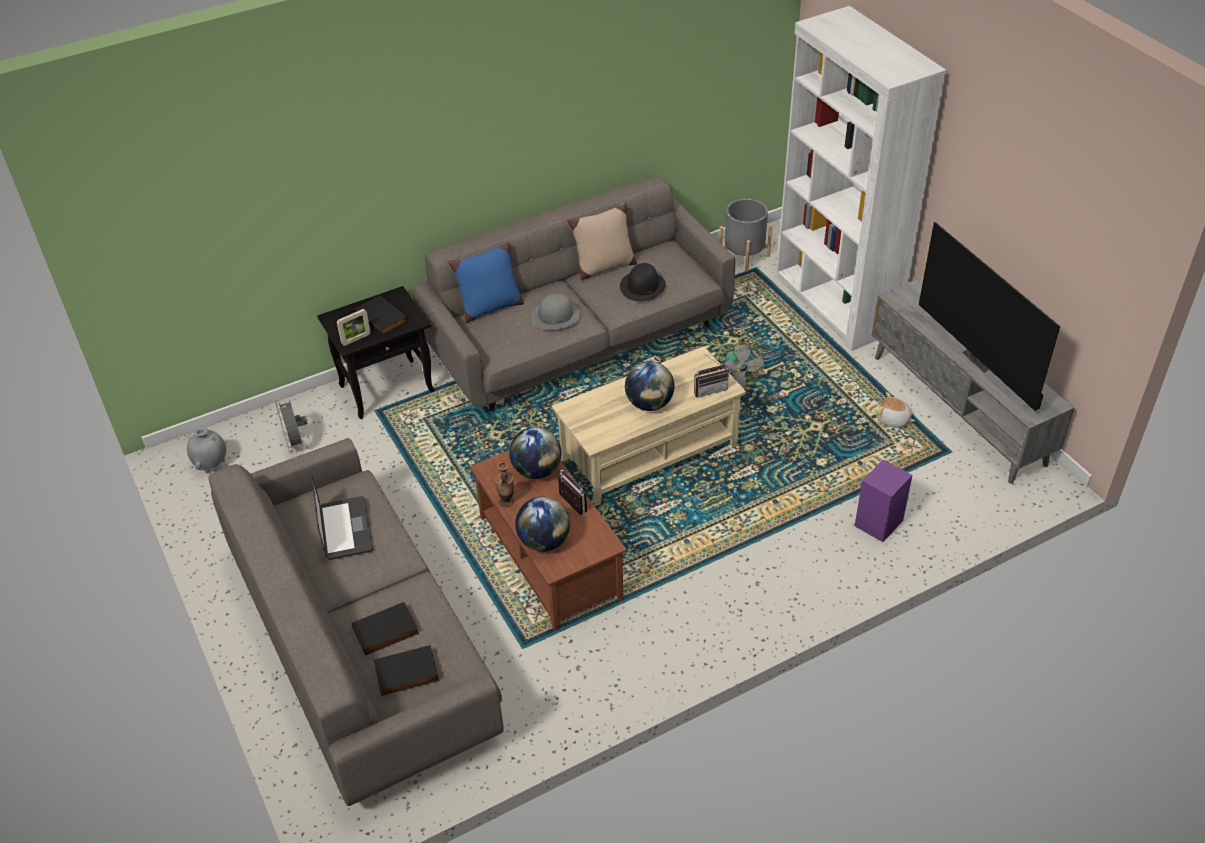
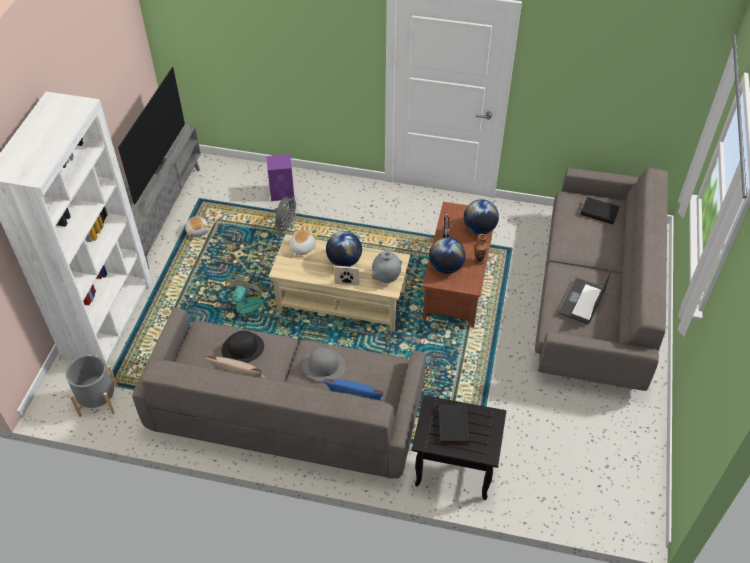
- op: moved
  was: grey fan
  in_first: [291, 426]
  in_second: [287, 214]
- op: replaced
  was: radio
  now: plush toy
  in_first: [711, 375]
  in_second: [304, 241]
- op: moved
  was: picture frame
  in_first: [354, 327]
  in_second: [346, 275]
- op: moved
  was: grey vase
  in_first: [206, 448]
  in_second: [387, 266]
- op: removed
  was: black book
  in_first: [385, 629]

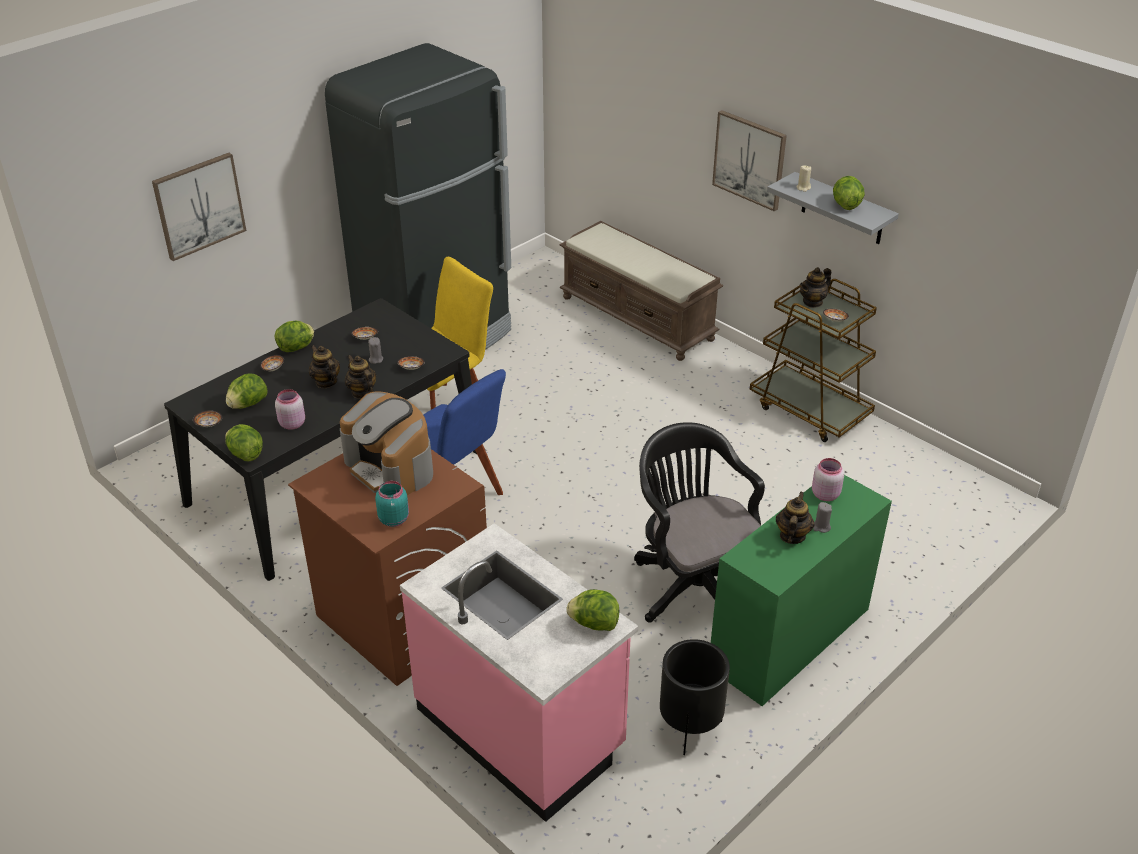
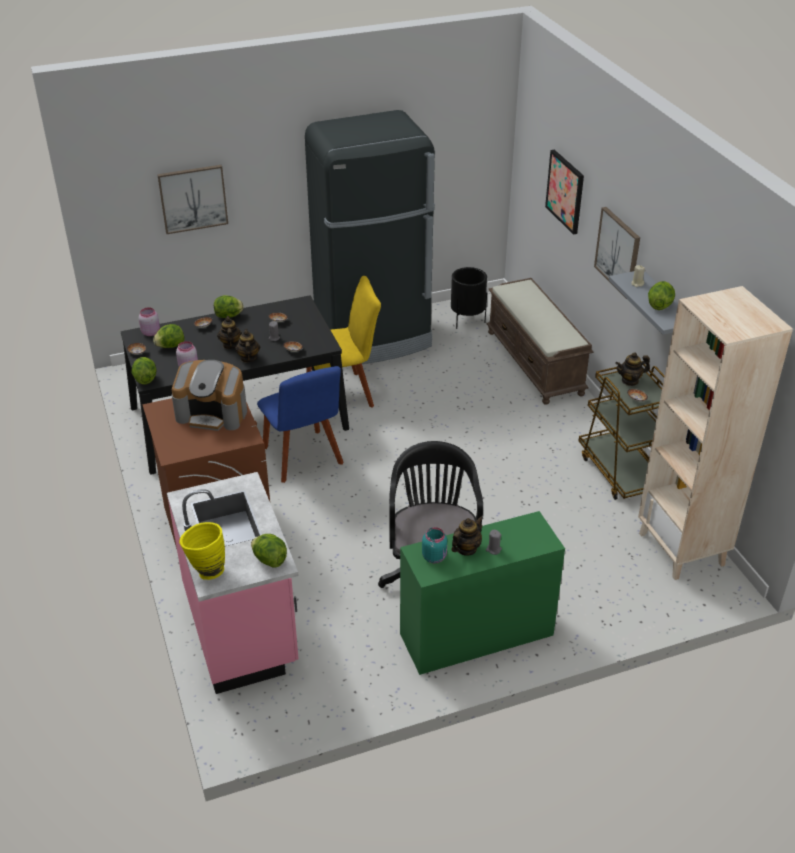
- op: moved
  was: pink jar
  in_first: [828, 479]
  in_second: [149, 321]
- op: turned
  was: coffee machine
  in_first: [386, 443]
  in_second: [209, 395]
  clockwise: -60
- op: added
  now: yellow vase
  in_second: [202, 551]
- op: moved
  was: turquoise jar
  in_first: [392, 504]
  in_second: [434, 545]
- op: moved
  was: black planter
  in_first: [695, 697]
  in_second: [469, 298]
- op: added
  now: picture
  in_second: [564, 192]
- op: added
  now: beige bookcase
  in_second: [715, 433]

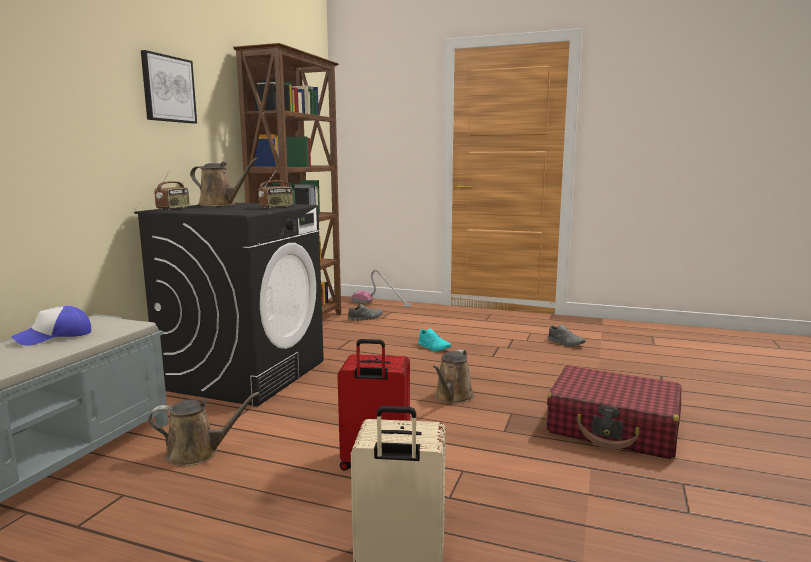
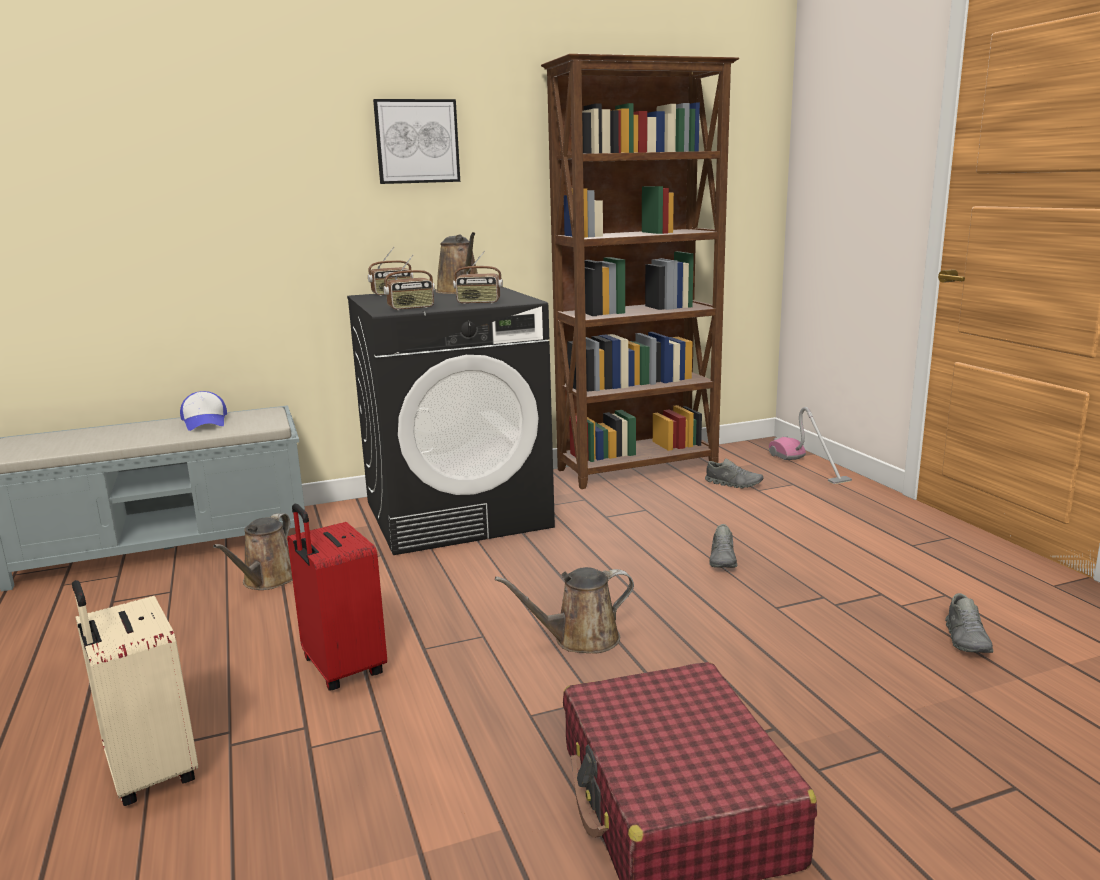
- op: turned
  was: cap
  in_first: [51, 326]
  in_second: [203, 411]
  clockwise: -120
- op: turned
  was: brown watering can
  in_first: [204, 429]
  in_second: [253, 552]
  clockwise: 60
- op: added
  now: radio
  in_second: [409, 282]
- op: recoloured
  was: turquoise shoe
  now: grey shoe
  in_first: [434, 339]
  in_second: [723, 546]

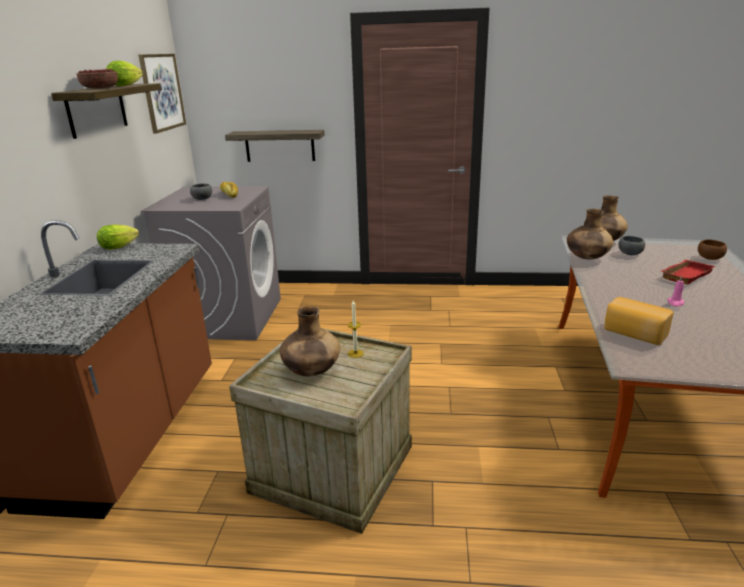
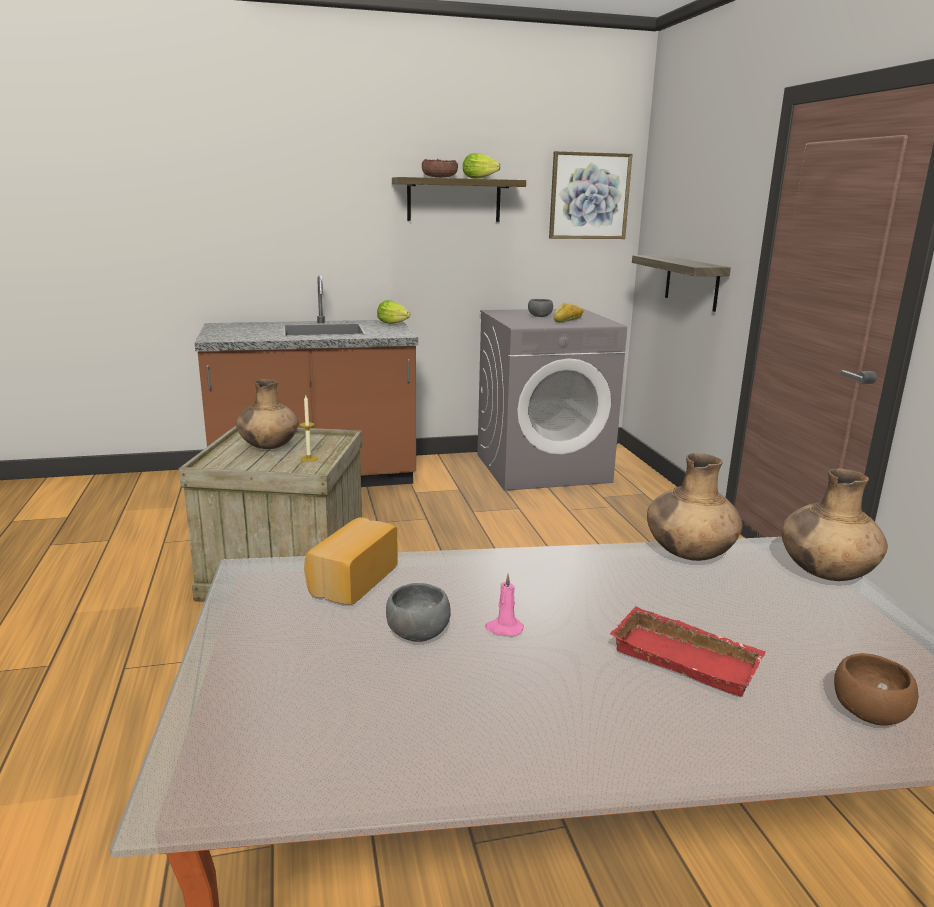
- op: moved
  was: grey bowl
  in_first: [631, 245]
  in_second: [418, 612]

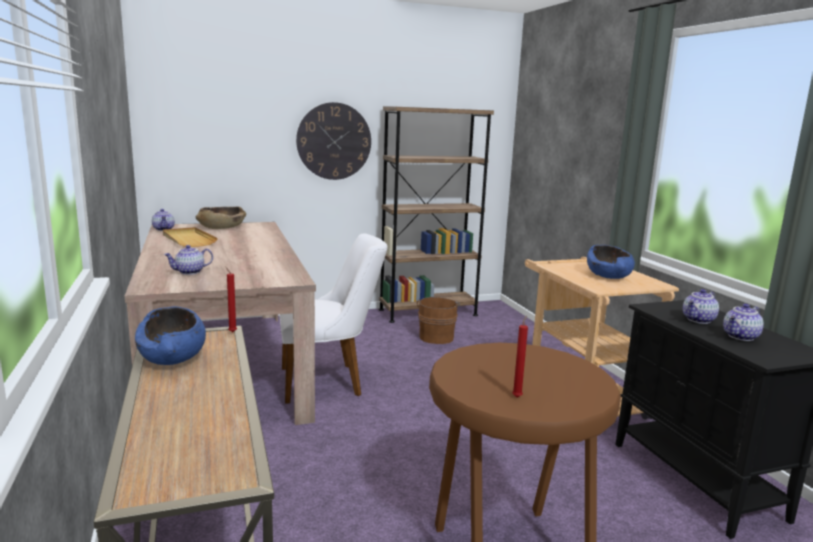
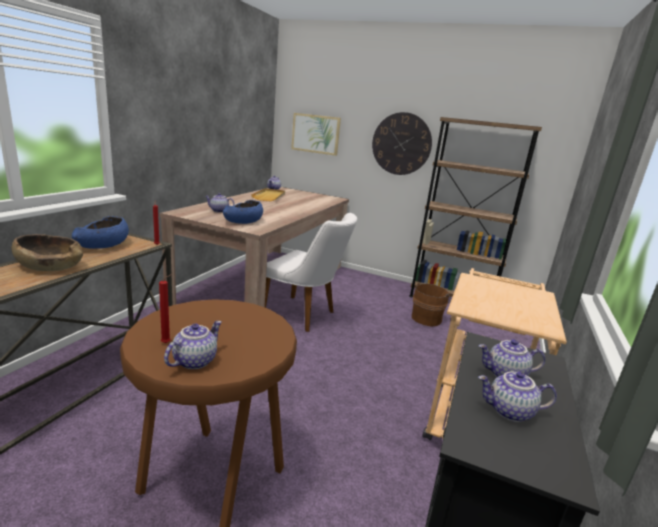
- op: moved
  was: brown bowl
  in_first: [221, 218]
  in_second: [47, 252]
- op: added
  now: teapot
  in_second: [193, 345]
- op: moved
  was: blue bowl
  in_first: [611, 262]
  in_second: [243, 212]
- op: added
  now: picture
  in_second: [316, 134]

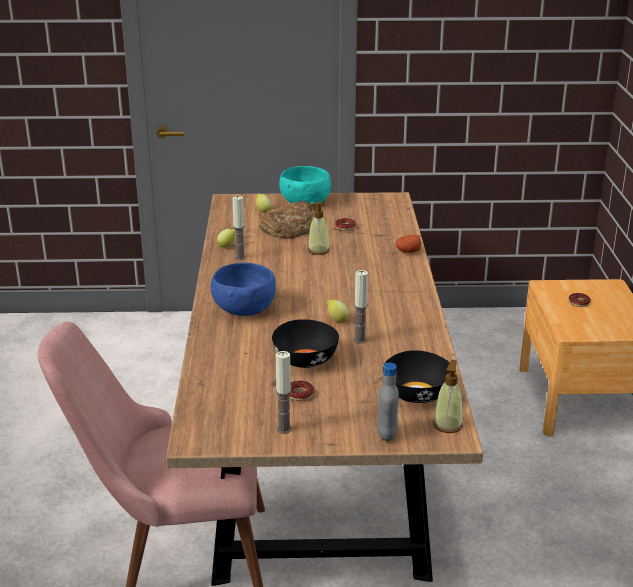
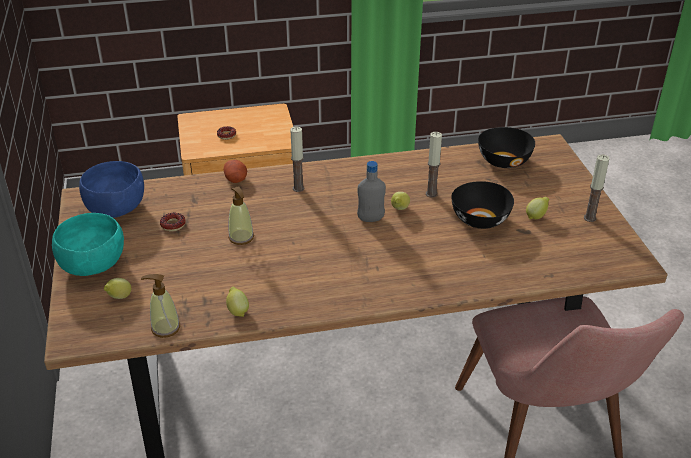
- op: moved
  was: blue bowl
  in_first: [243, 289]
  in_second: [111, 189]
- op: moved
  was: soap dispenser
  in_first: [448, 396]
  in_second: [160, 306]
- op: moved
  was: candle
  in_first: [239, 228]
  in_second: [297, 159]
- op: moved
  was: grey bottle
  in_first: [388, 402]
  in_second: [371, 191]
- op: replaced
  was: donut
  now: lemon
  in_first: [301, 391]
  in_second: [537, 208]
- op: removed
  was: bread
  in_first: [287, 220]

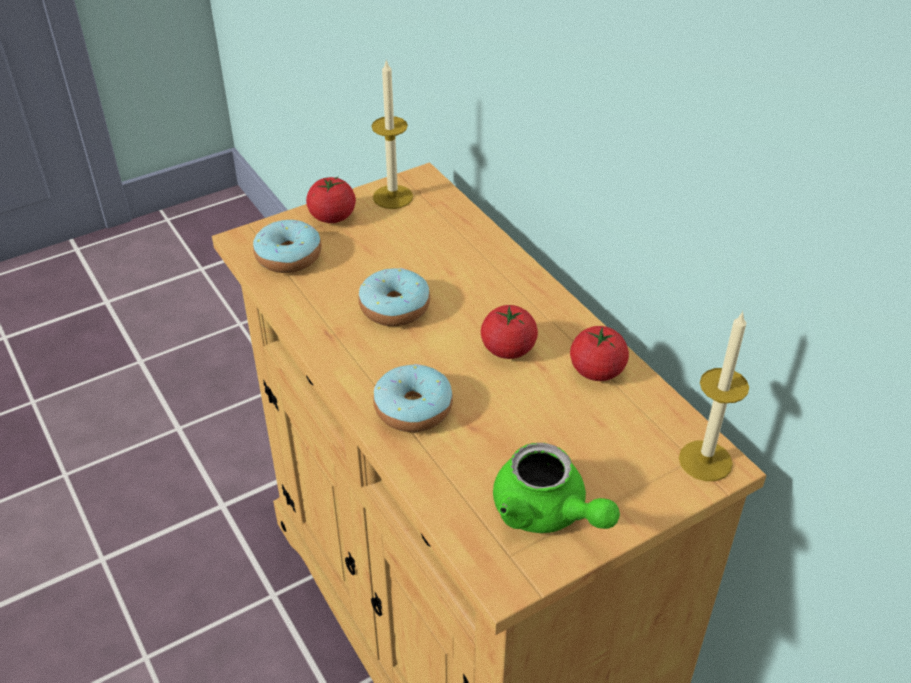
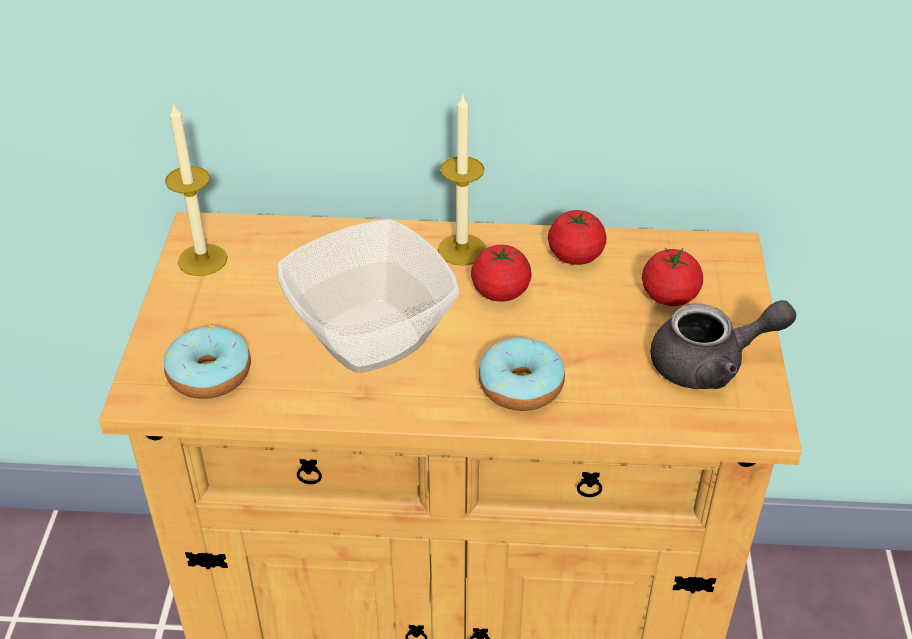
- op: replaced
  was: donut
  now: bowl
  in_first: [394, 297]
  in_second: [368, 296]
- op: moved
  was: candle
  in_first: [714, 396]
  in_second: [462, 179]
- op: moved
  was: tomato
  in_first: [331, 199]
  in_second: [672, 276]
- op: recoloured
  was: green teapot
  now: grey teapot
  in_first: [556, 488]
  in_second: [723, 344]

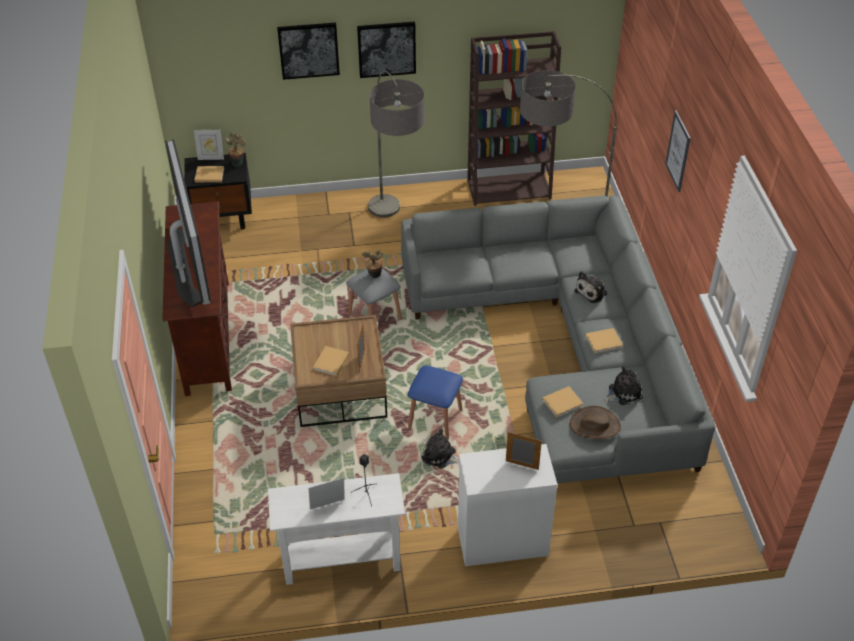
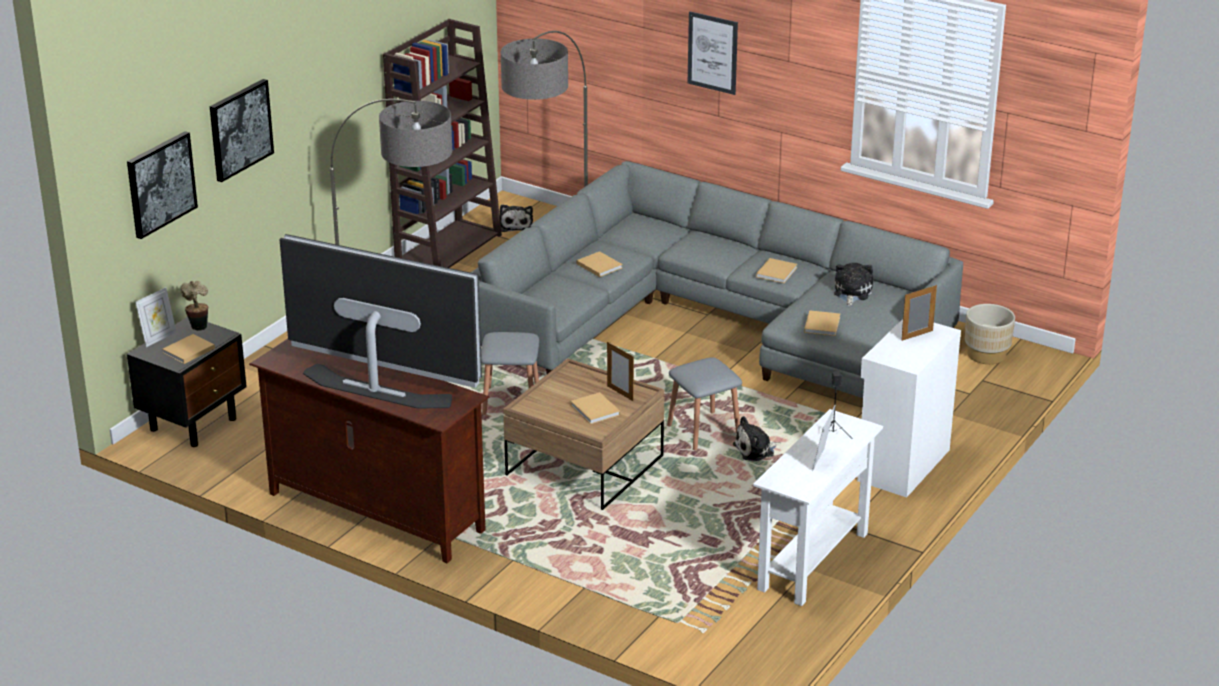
- op: moved
  was: picture
  in_first: [386, 50]
  in_second: [162, 185]
- op: moved
  was: plush toy
  in_first: [590, 287]
  in_second: [516, 218]
- op: added
  now: beige book
  in_second: [600, 264]
- op: recoloured
  was: blue stool
  now: grey stool
  in_first: [435, 403]
  in_second: [704, 404]
- op: added
  now: beige planter
  in_second: [990, 334]
- op: removed
  was: potted plant
  in_first: [372, 264]
- op: removed
  was: brown hat
  in_first: [595, 422]

